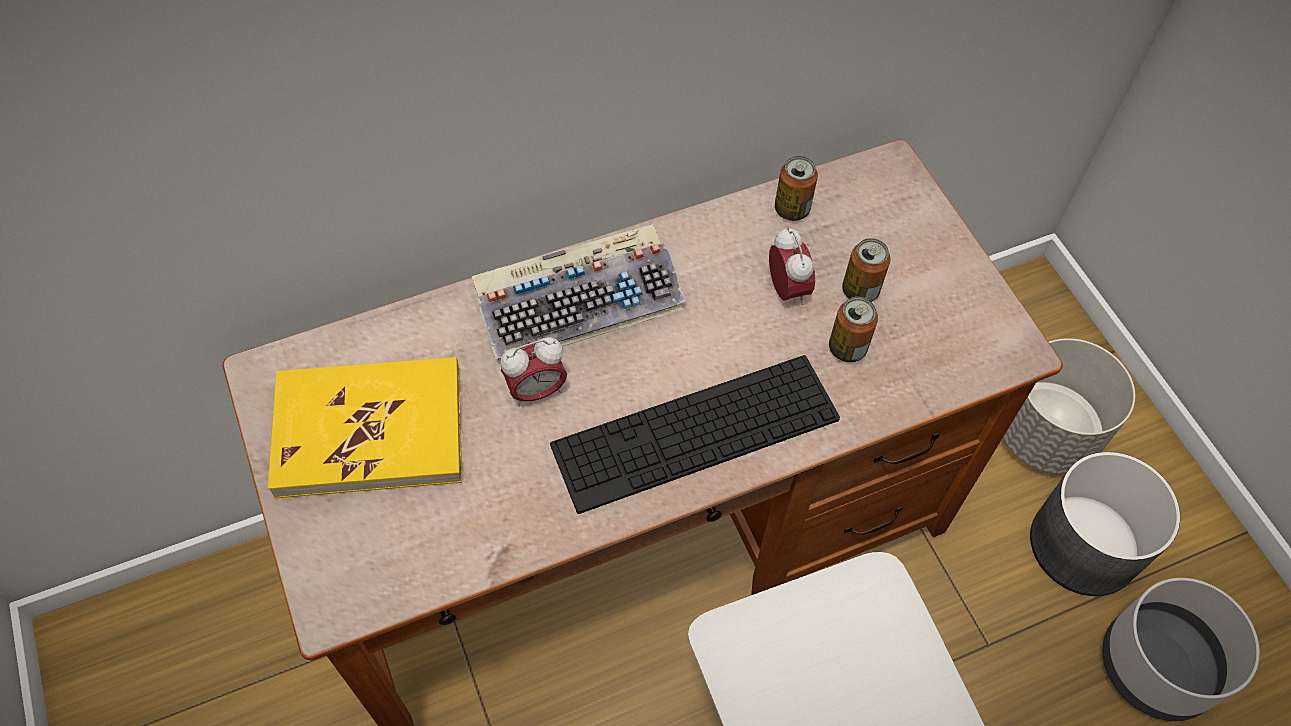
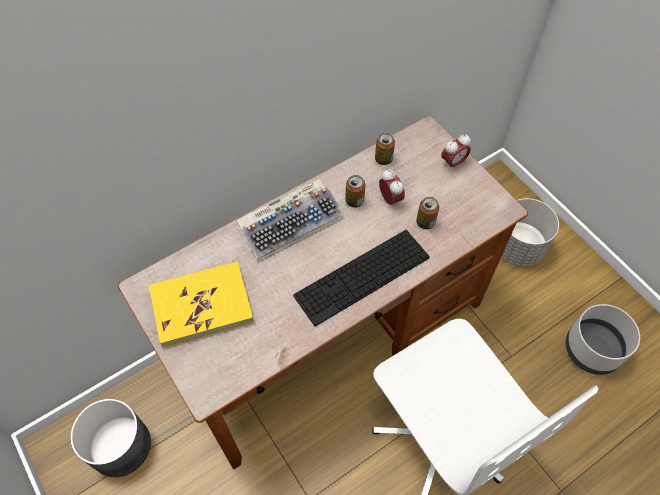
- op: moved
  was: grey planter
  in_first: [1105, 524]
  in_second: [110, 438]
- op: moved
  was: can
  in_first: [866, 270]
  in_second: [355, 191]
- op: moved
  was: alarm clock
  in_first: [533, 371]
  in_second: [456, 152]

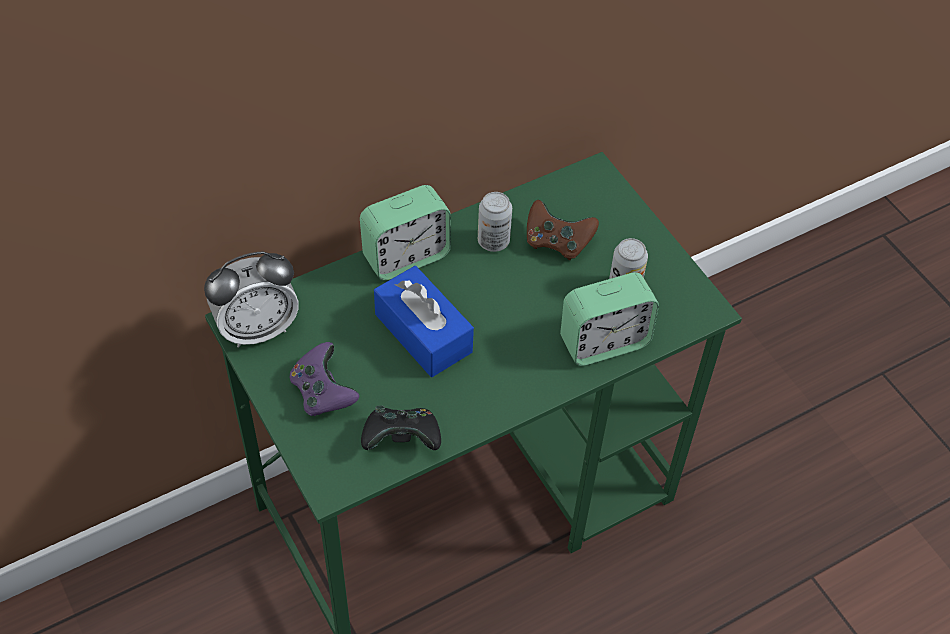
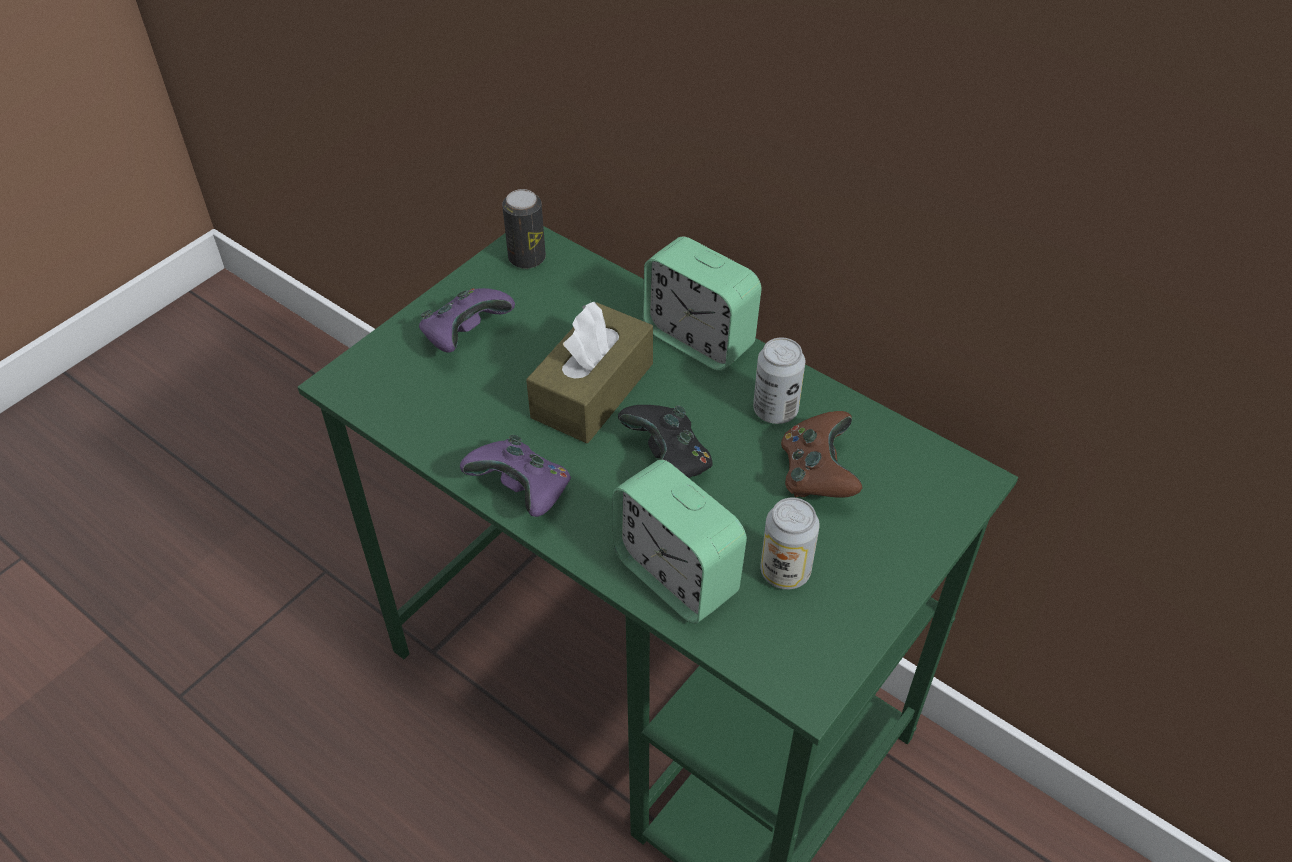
- op: added
  now: purple game controller
  in_second: [515, 476]
- op: replaced
  was: alarm clock
  now: can
  in_first: [251, 300]
  in_second: [524, 229]
- op: recoloured
  was: blue tissue box
  now: brown tissue box
  in_first: [424, 321]
  in_second: [589, 372]
- op: moved
  was: black game controller
  in_first: [401, 427]
  in_second: [665, 441]

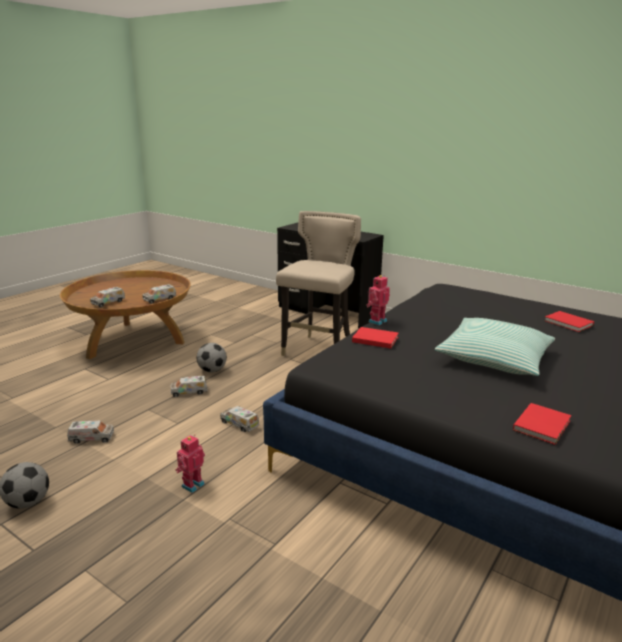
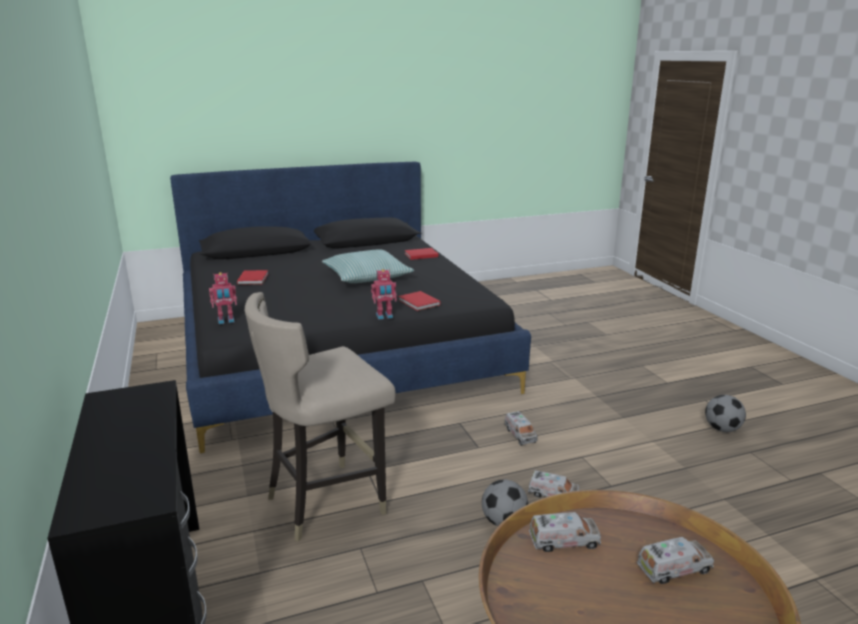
- op: moved
  was: toy robot
  in_first: [190, 464]
  in_second: [223, 298]
- op: removed
  was: toy truck
  in_first: [90, 432]

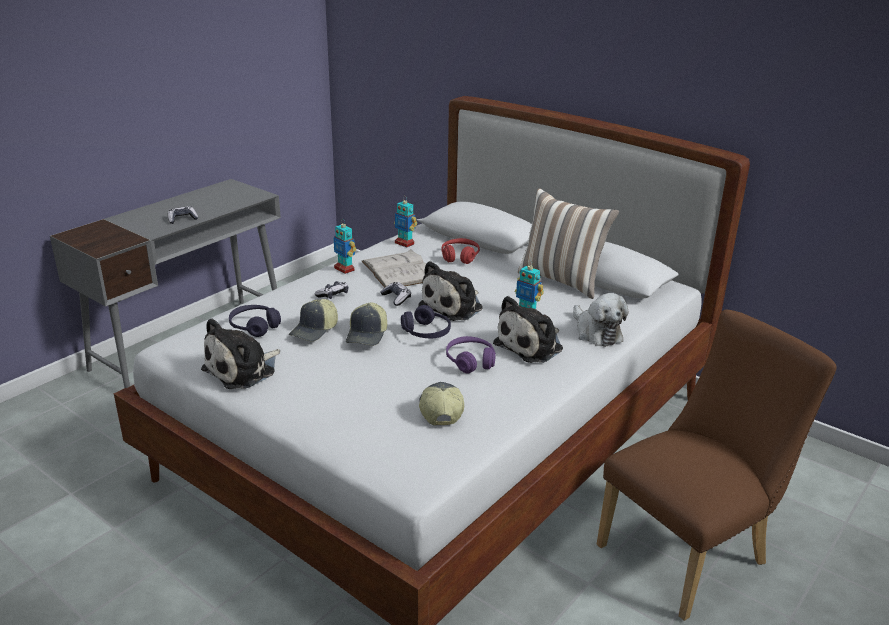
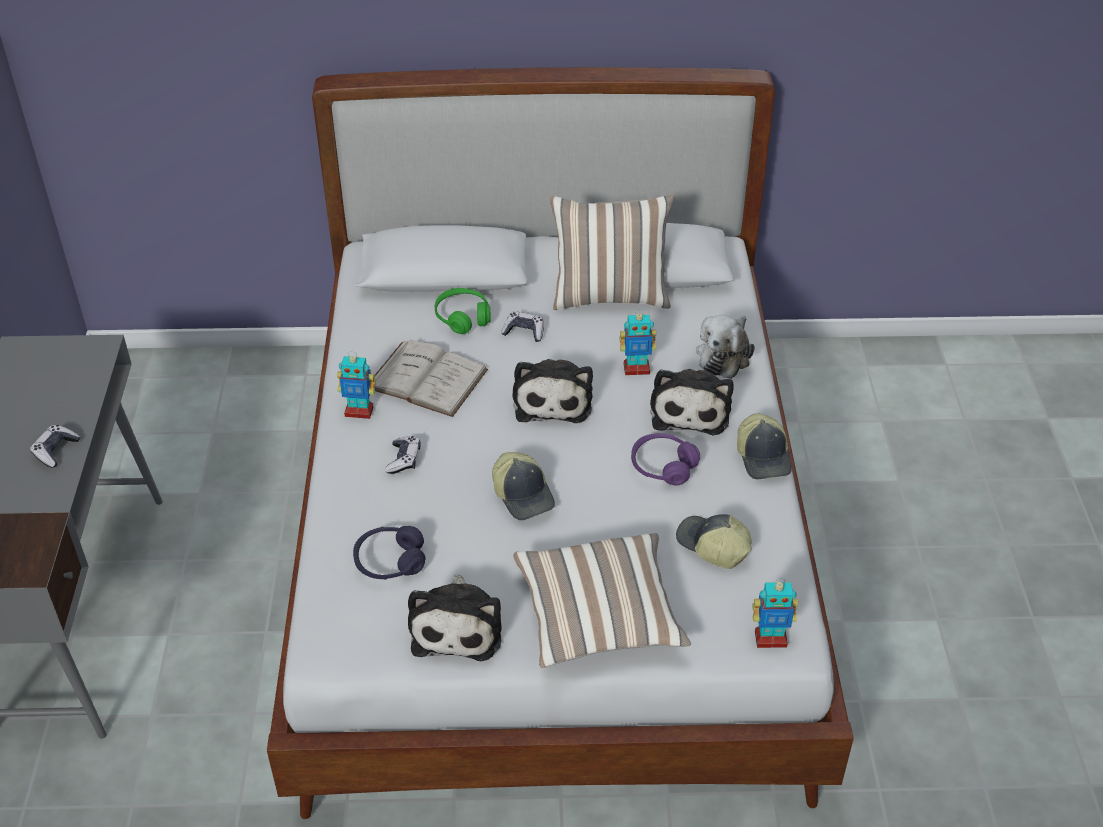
- op: recoloured
  was: red headphones
  now: green headphones
  in_first: [460, 251]
  in_second: [463, 311]
- op: moved
  was: game controller
  in_first: [395, 294]
  in_second: [522, 326]
- op: added
  now: pillow
  in_second: [602, 600]
- op: turned
  was: plush toy
  in_first: [600, 320]
  in_second: [725, 347]
  clockwise: 90
- op: moved
  was: cap
  in_first: [313, 320]
  in_second: [764, 446]
- op: moved
  was: toy robot
  in_first: [405, 221]
  in_second: [775, 613]
- op: removed
  was: purple headphones
  in_first: [426, 321]
- op: removed
  was: brown chair
  in_first: [717, 465]

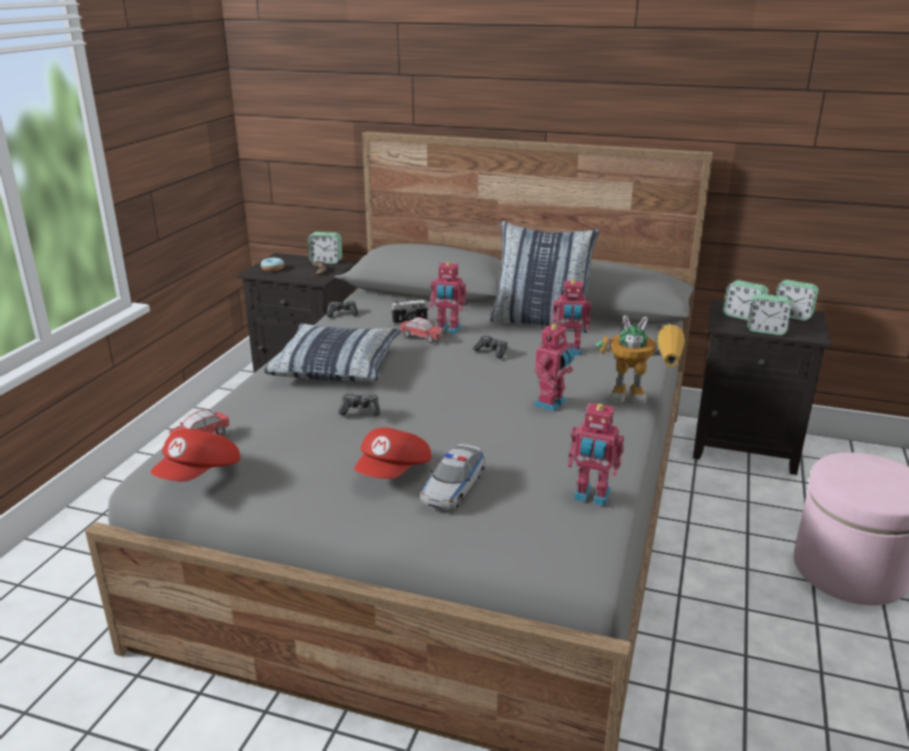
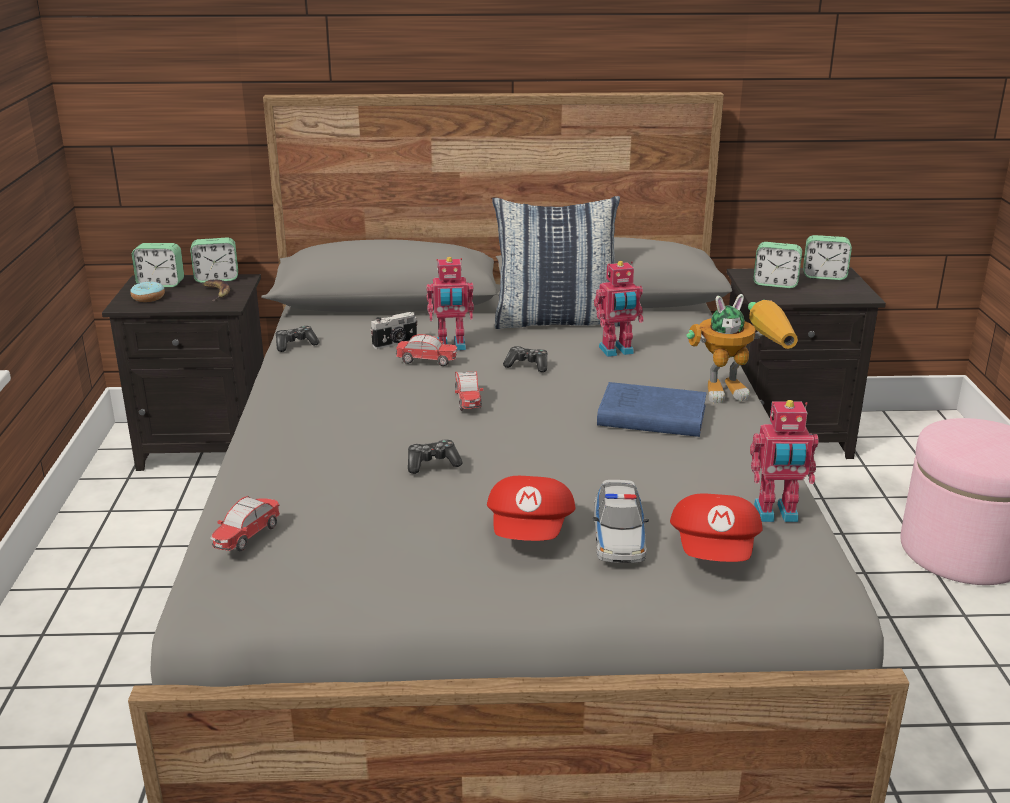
- op: moved
  was: alarm clock
  in_first: [769, 314]
  in_second: [158, 265]
- op: added
  now: toy car
  in_second: [469, 391]
- op: replaced
  was: toy robot
  now: blue book
  in_first: [554, 366]
  in_second: [652, 409]
- op: moved
  was: red cap
  in_first: [196, 455]
  in_second: [716, 528]
- op: removed
  was: pillow
  in_first: [333, 353]

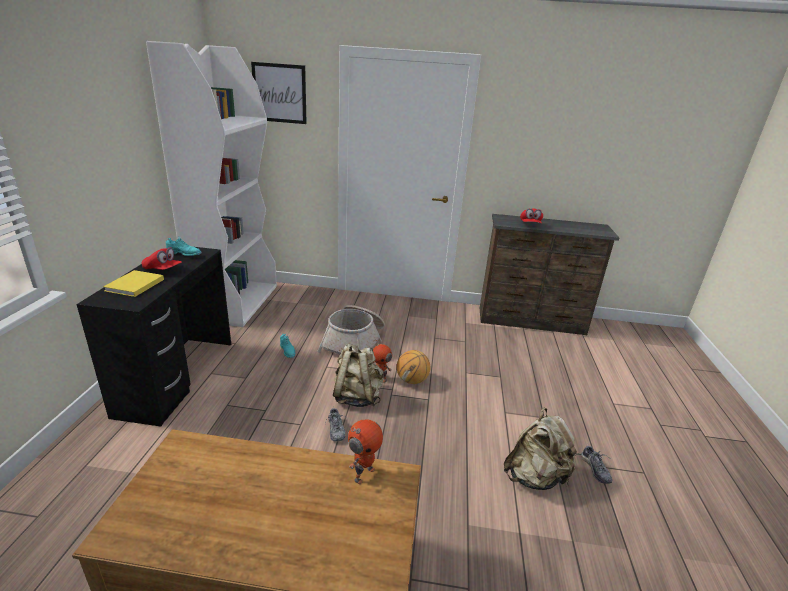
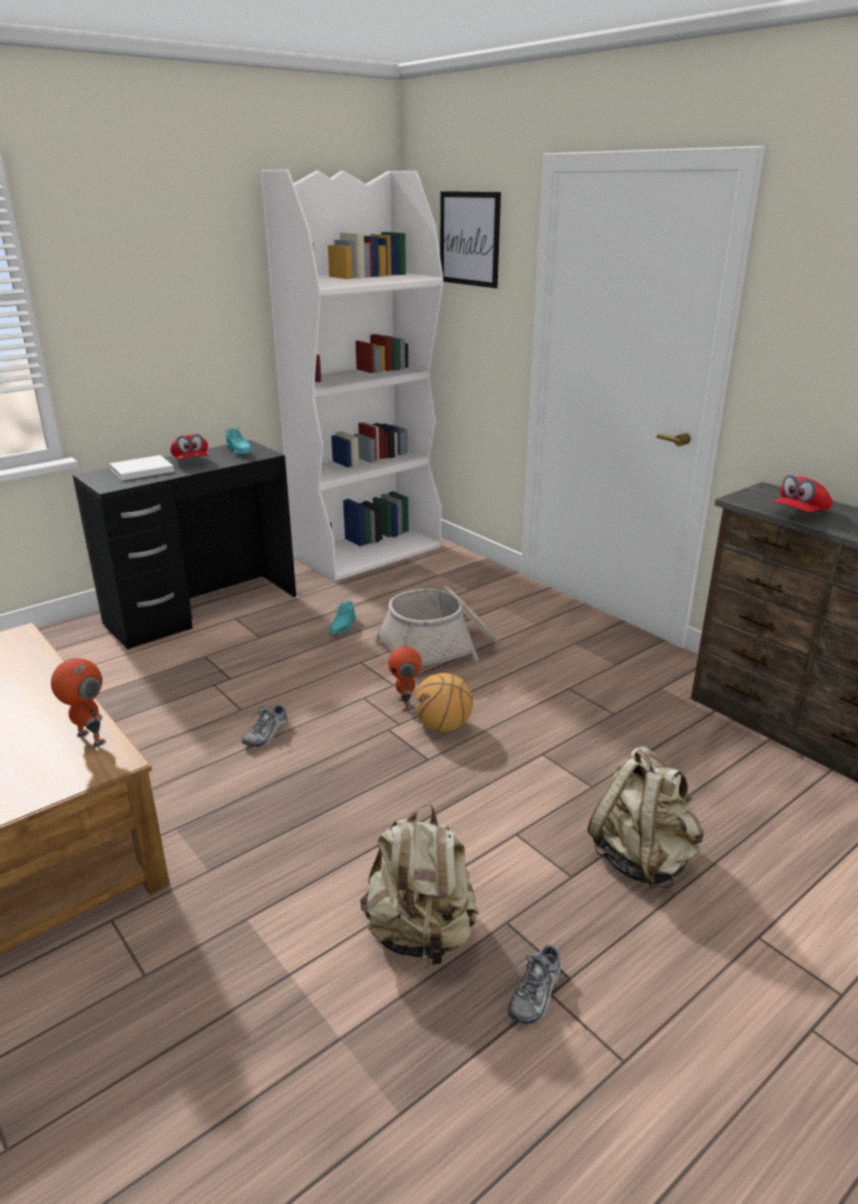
- op: turned
  was: toy robot
  in_first: [365, 451]
  in_second: [78, 702]
  clockwise: -135
- op: recoloured
  was: yellow book
  now: white book
  in_first: [133, 283]
  in_second: [141, 468]
- op: moved
  was: beige backpack
  in_first: [358, 375]
  in_second: [646, 817]

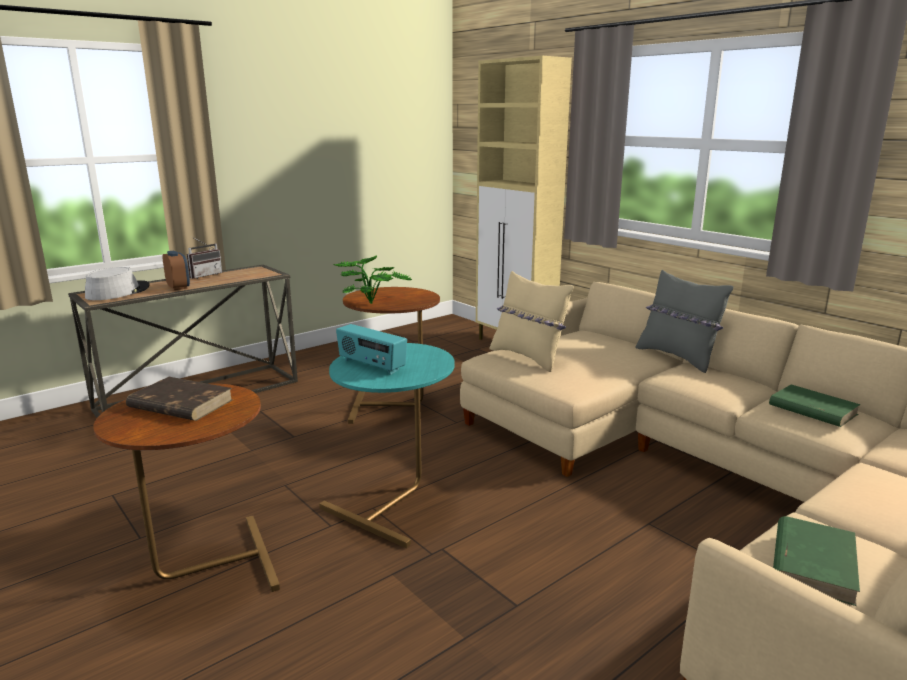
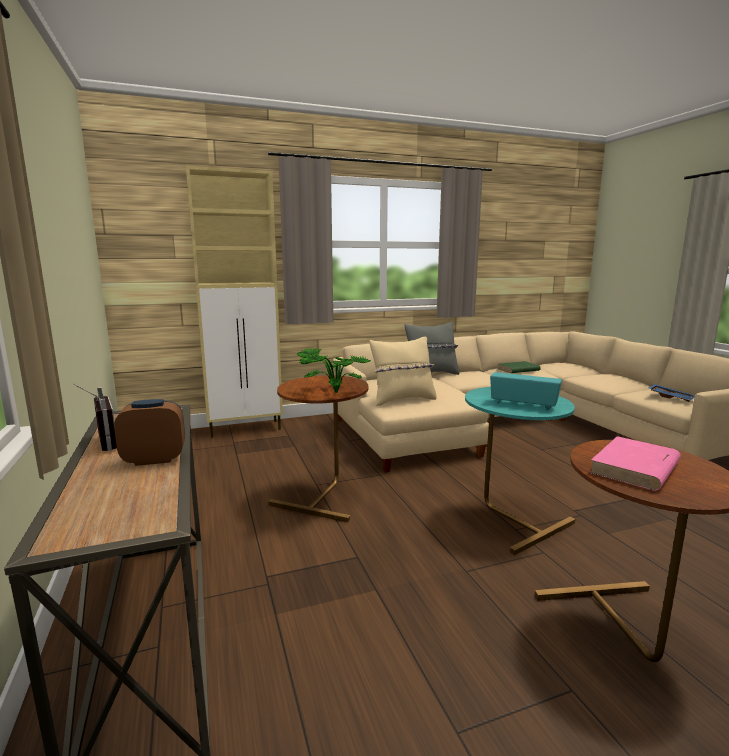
- op: turned
  was: radio
  in_first: [371, 349]
  in_second: [526, 391]
  clockwise: -120
- op: recoloured
  was: brown book
  now: pink book
  in_first: [179, 399]
  in_second: [635, 463]
- op: replaced
  was: green book
  now: blue tray
  in_first: [816, 561]
  in_second: [672, 393]
- op: removed
  was: grey hat
  in_first: [117, 283]

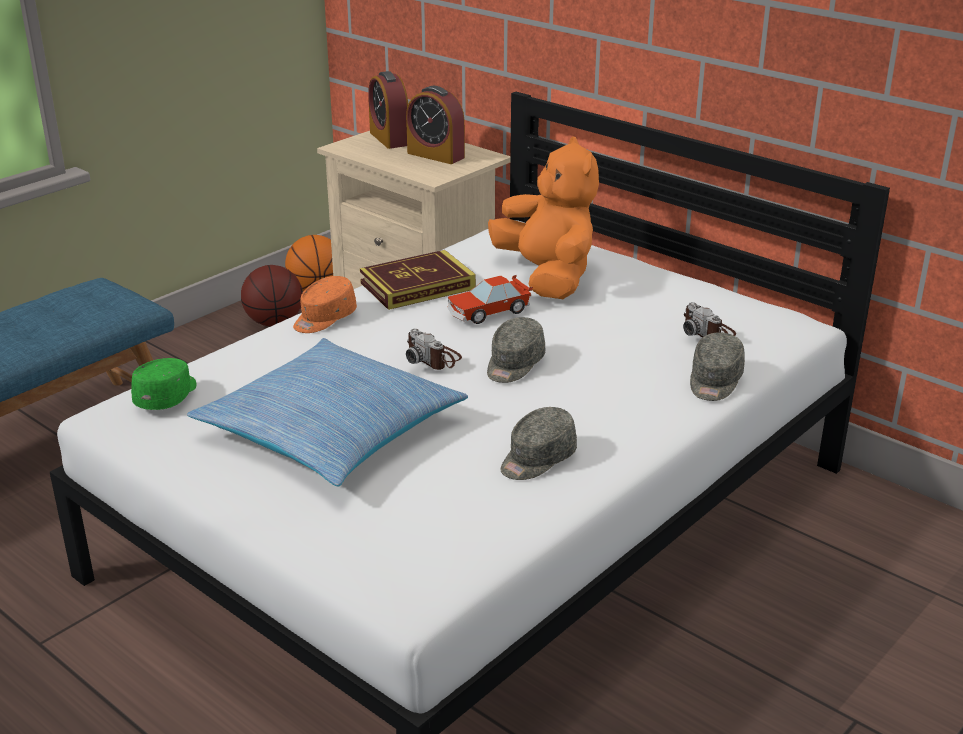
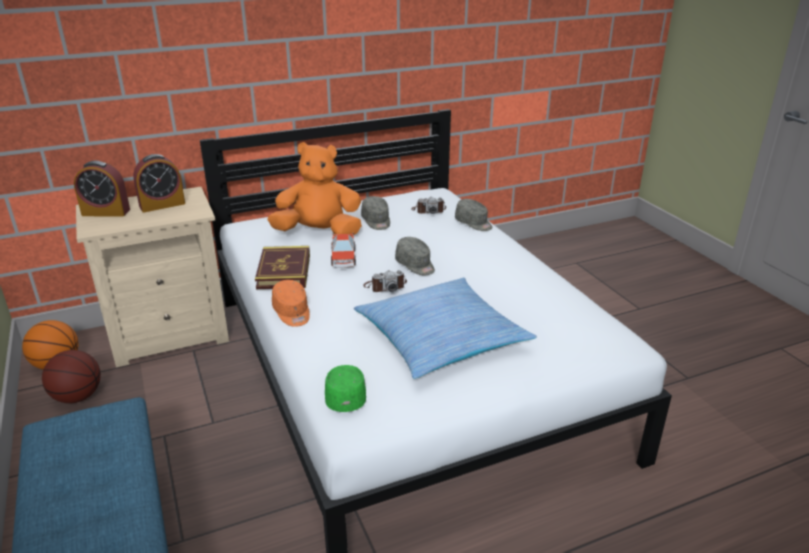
- op: turned
  was: green cap
  in_first: [164, 384]
  in_second: [345, 388]
  clockwise: 45
- op: moved
  was: grey cap
  in_first: [538, 443]
  in_second: [375, 213]

